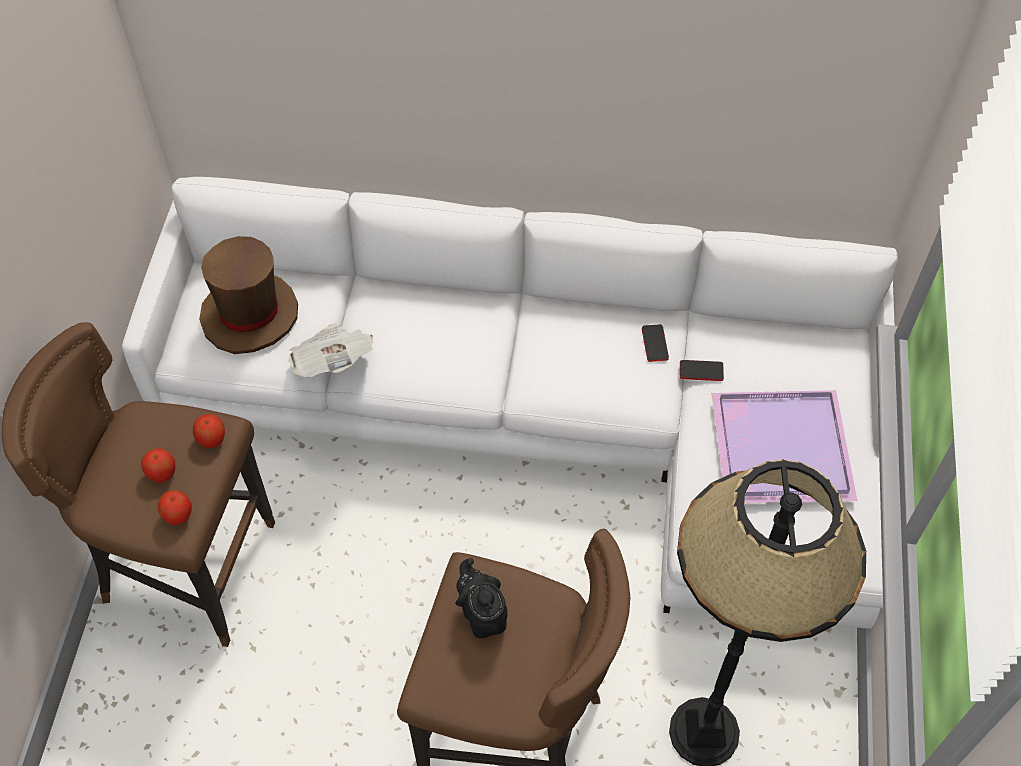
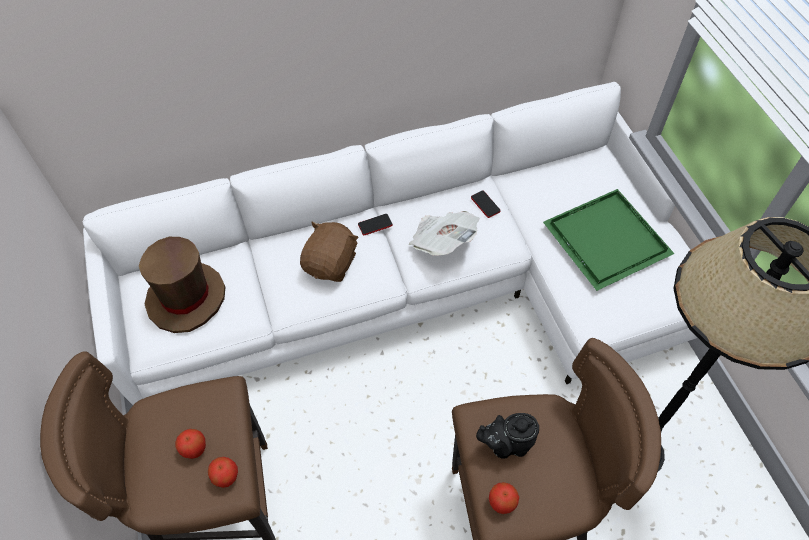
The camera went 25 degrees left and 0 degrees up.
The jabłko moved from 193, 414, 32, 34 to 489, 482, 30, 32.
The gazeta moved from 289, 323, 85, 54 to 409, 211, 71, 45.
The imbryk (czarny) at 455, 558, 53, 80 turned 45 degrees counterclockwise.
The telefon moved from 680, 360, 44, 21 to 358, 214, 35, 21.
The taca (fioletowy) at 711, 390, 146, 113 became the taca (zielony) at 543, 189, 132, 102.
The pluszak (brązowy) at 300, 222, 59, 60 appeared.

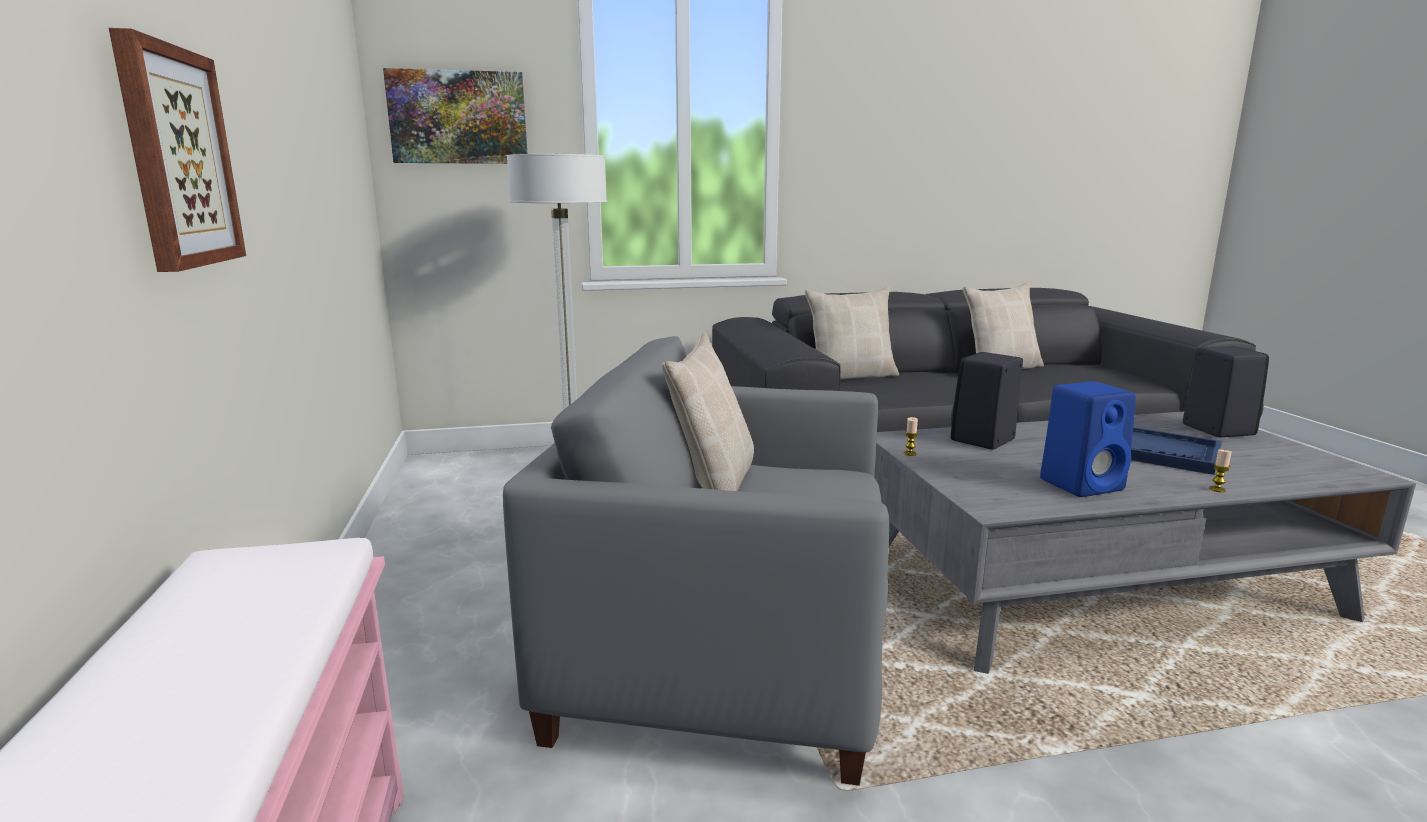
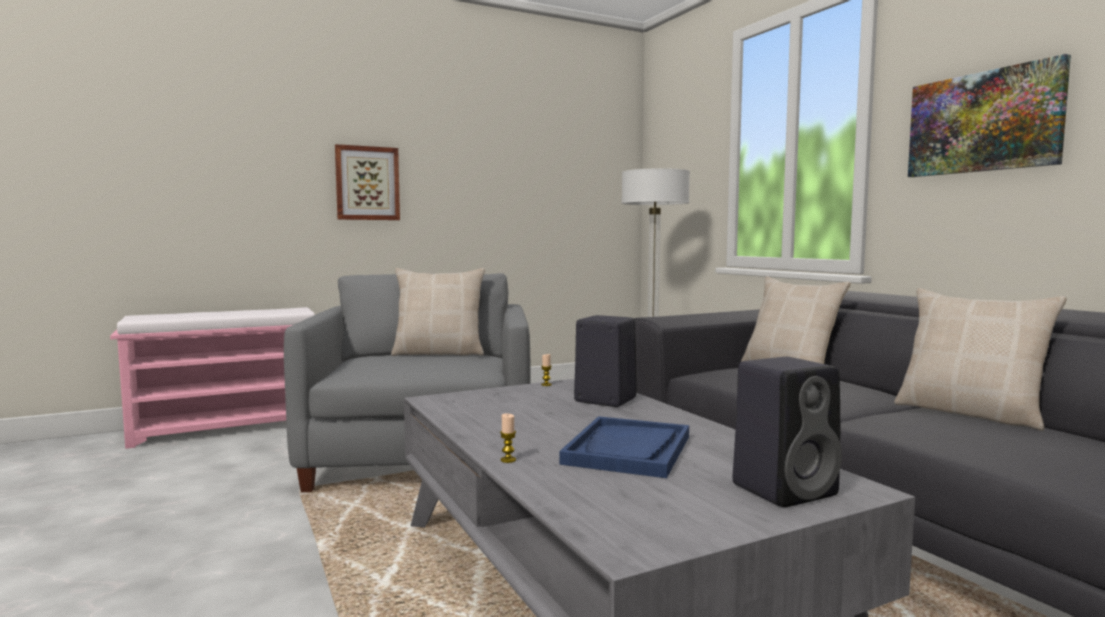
The camera went 75 degrees right and 10 degrees down.
The obraz moved from 383, 68, 144, 96 to 908, 54, 163, 123.
The głośnik (niebieski) at 1040, 381, 96, 116 disappeared.

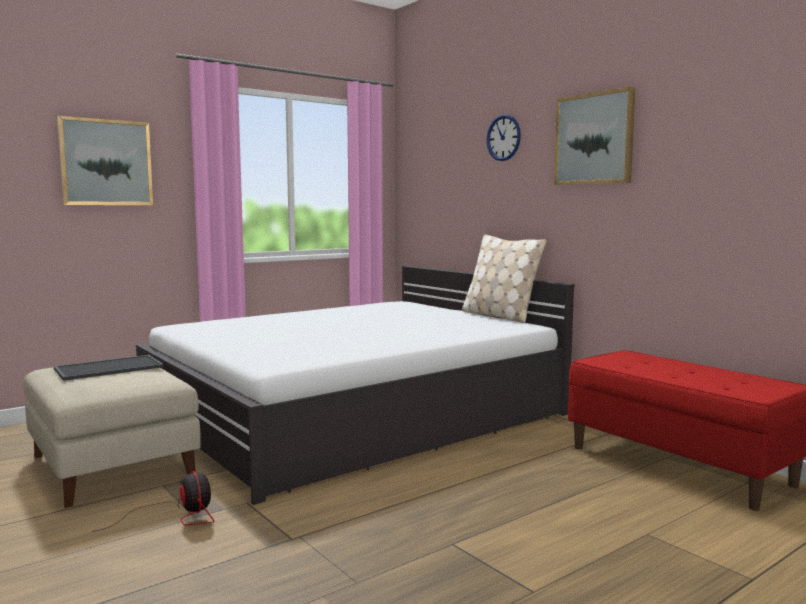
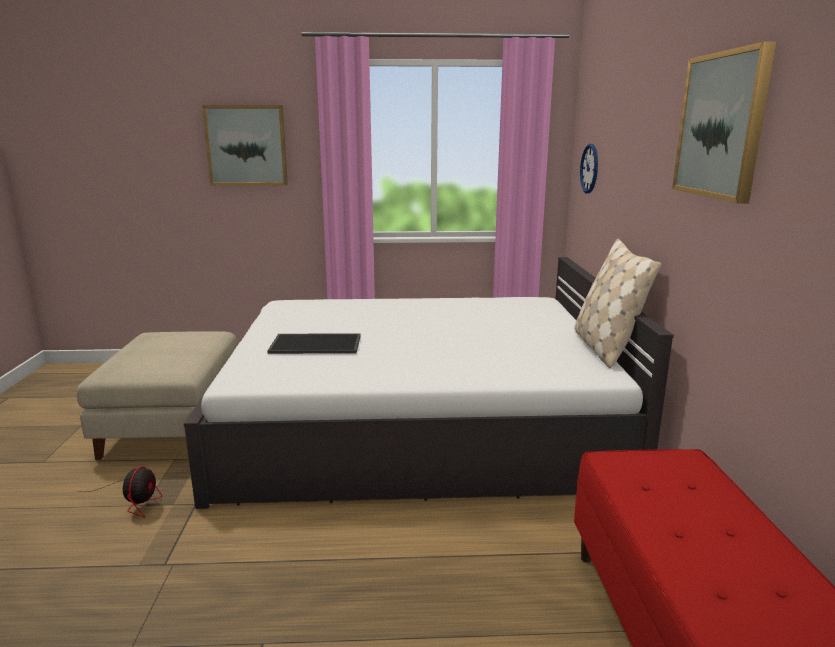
The camera went 35 degrees right and 10 degrees up.
The taca moved from 54, 355, 110, 26 to 267, 334, 94, 20.
The zegar ścienny moved from 487, 114, 34, 47 to 580, 144, 18, 50.

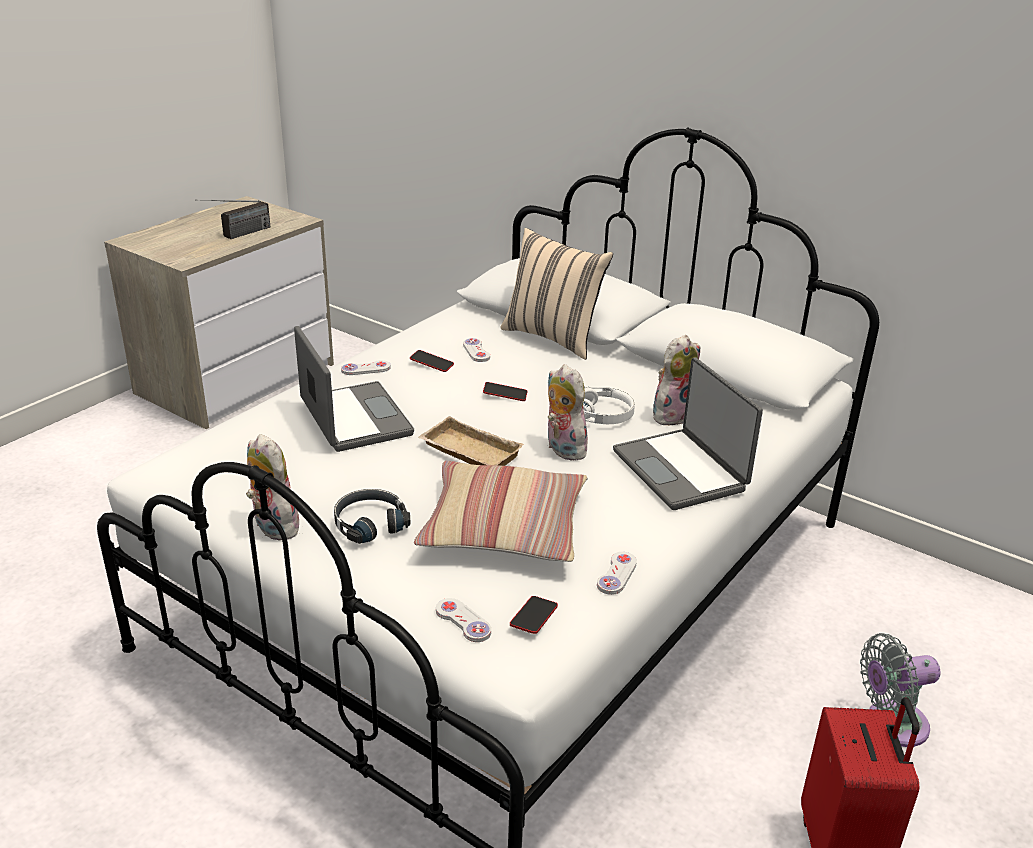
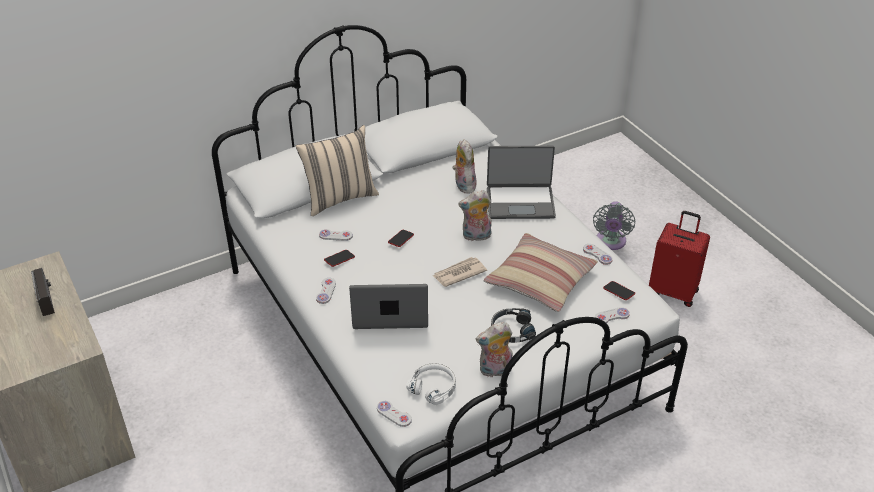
The camera went 65 degrees left and 10 degrees up.
The taca (beżowy) at 418, 416, 106, 50 was replaced by the gazeta at 433, 257, 54, 30.
The słuchawki (biały) moved from 583, 387, 52, 37 to 406, 363, 50, 42.
The pad do gier (biały) at 377, 401, 35, 26 appeared.

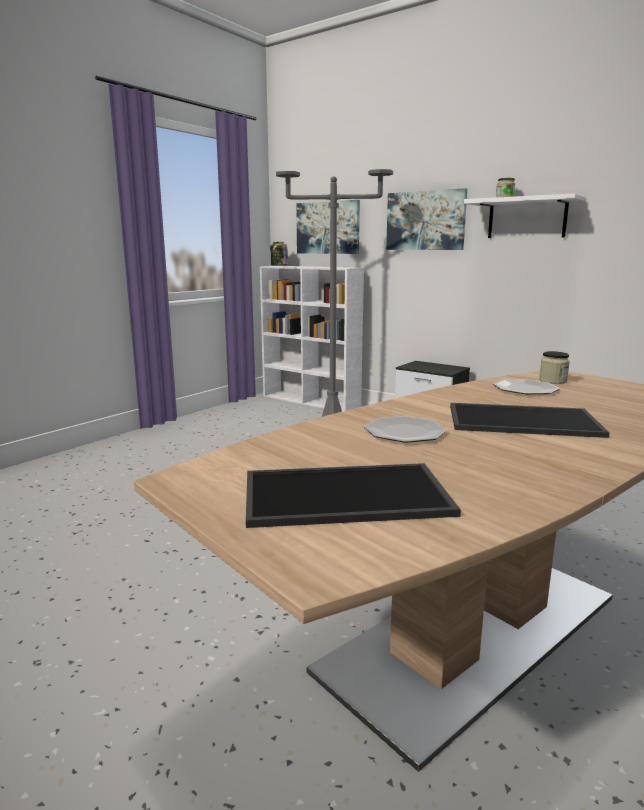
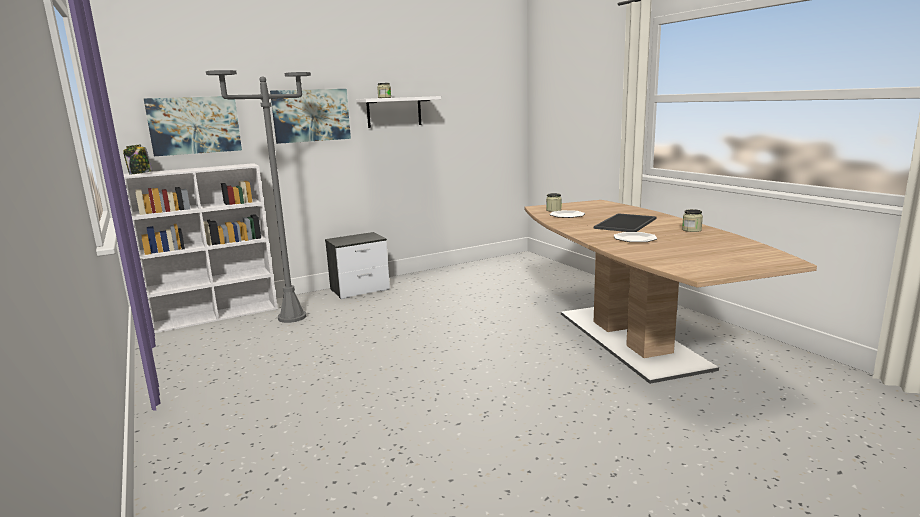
The camera went 65 degrees left and 0 degrees up.
The taca at 246, 463, 215, 65 disappeared.
The słoik at 682, 209, 21, 23 appeared.

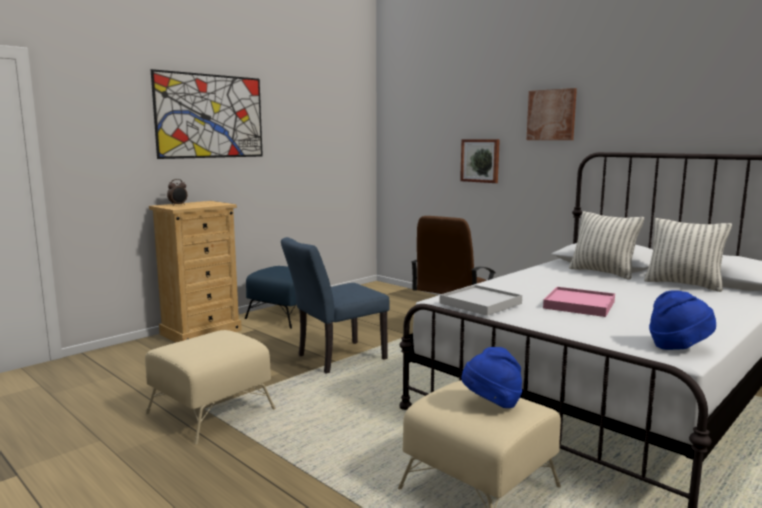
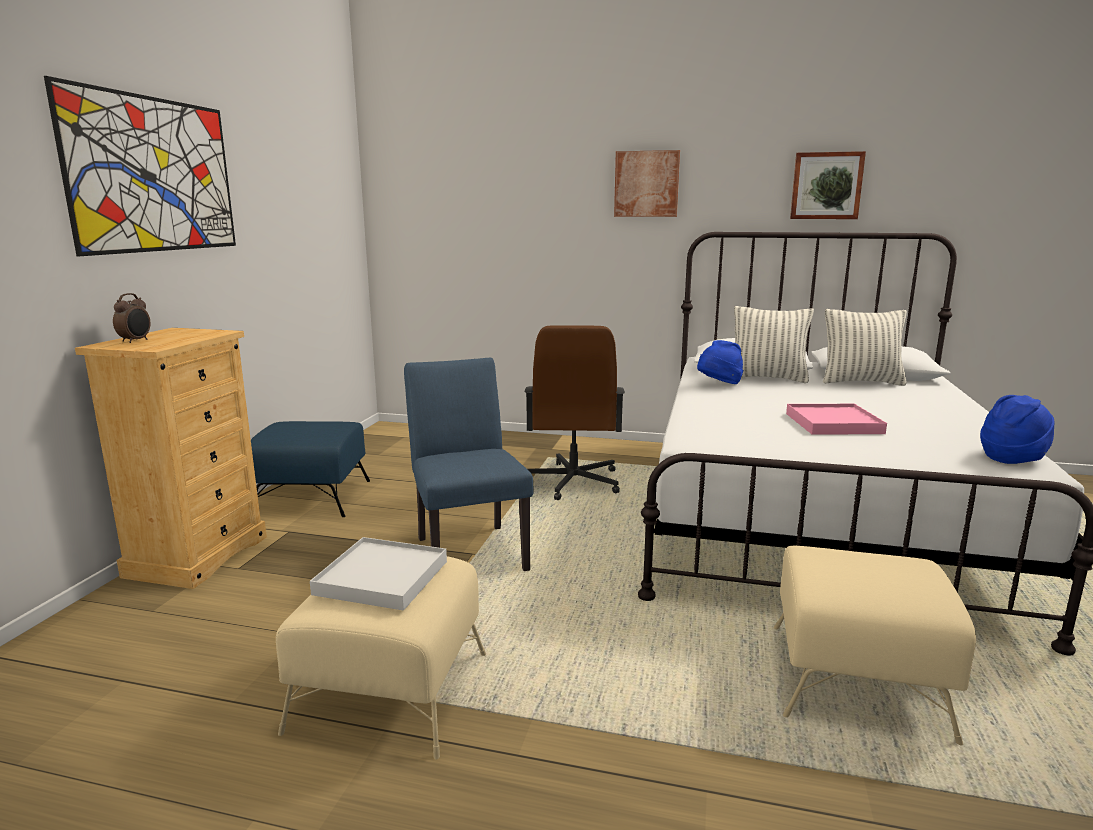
The camera went 30 degrees left and 5 degrees up.
The krzesło (niebieski) at 281, 237, 109, 137 turned 135 degrees clockwise.
The taca (biały) moved from 440, 285, 82, 31 to 310, 537, 137, 74.
The obraz moved from 460, 139, 40, 44 to 790, 151, 76, 68.
The kapelusz (niebieski) moved from 462, 347, 60, 61 to 697, 340, 46, 44.

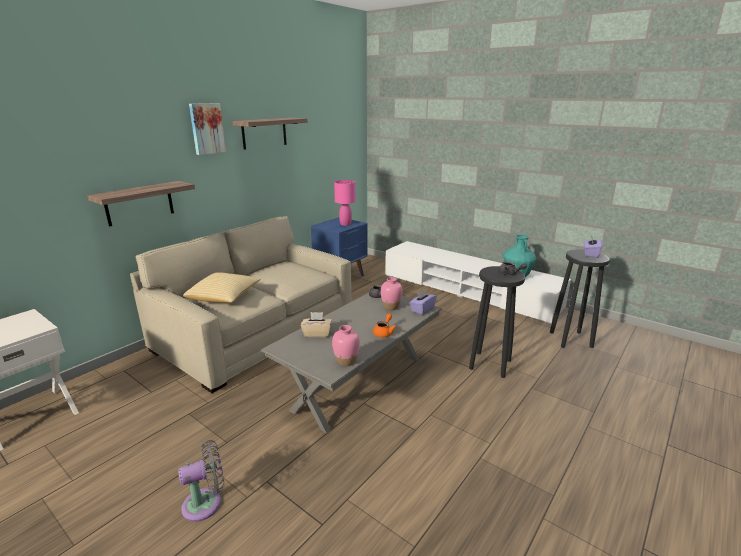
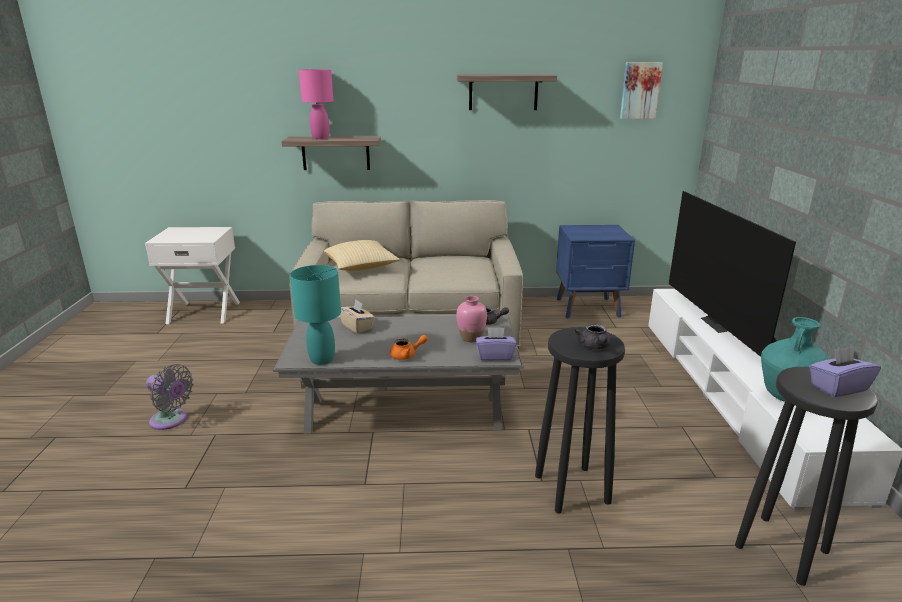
The camera went 50 degrees right and 0 degrees up.
The obraz moved from 189, 103, 37, 52 to 620, 62, 43, 57.
The wazon (różowy) at 332, 325, 28, 41 was replaced by the lampa stołowa (turkusowy) at 290, 265, 51, 100.
The lampa stołowa (różowy) moved from 334, 180, 22, 46 to 299, 69, 34, 70.
The telewizor at 669, 191, 127, 166 appeared.

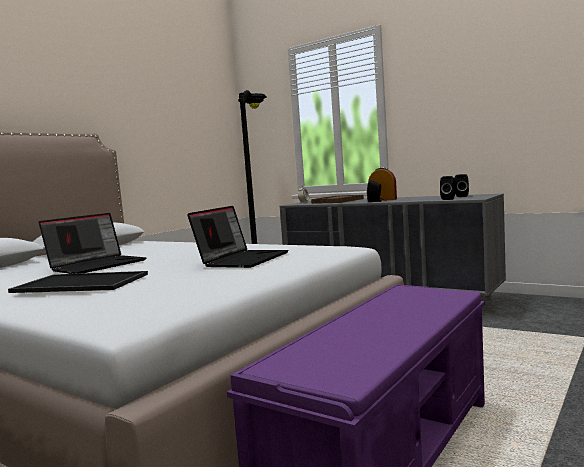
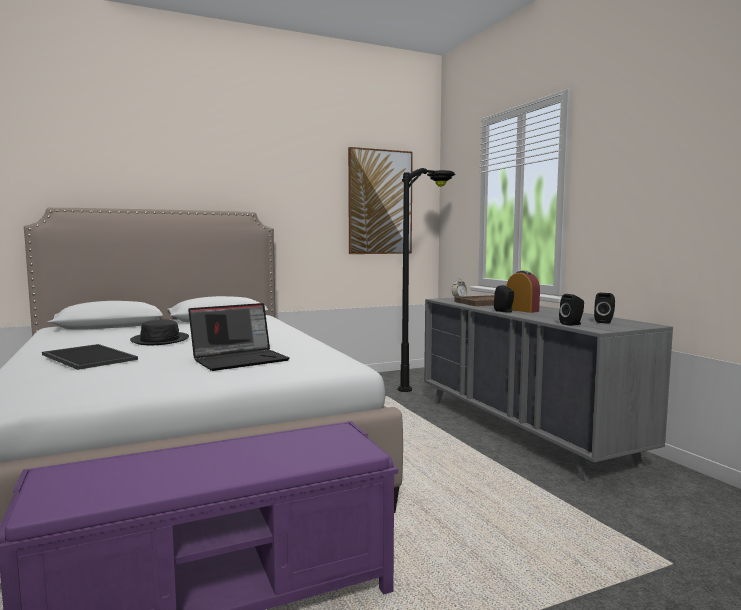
The camera went 30 degrees right and 0 degrees up.
The laptop at 39, 213, 107, 61 was replaced by the kapelusz (czarny) at 130, 319, 59, 26.
The obraz at 348, 147, 65, 107 appeared.

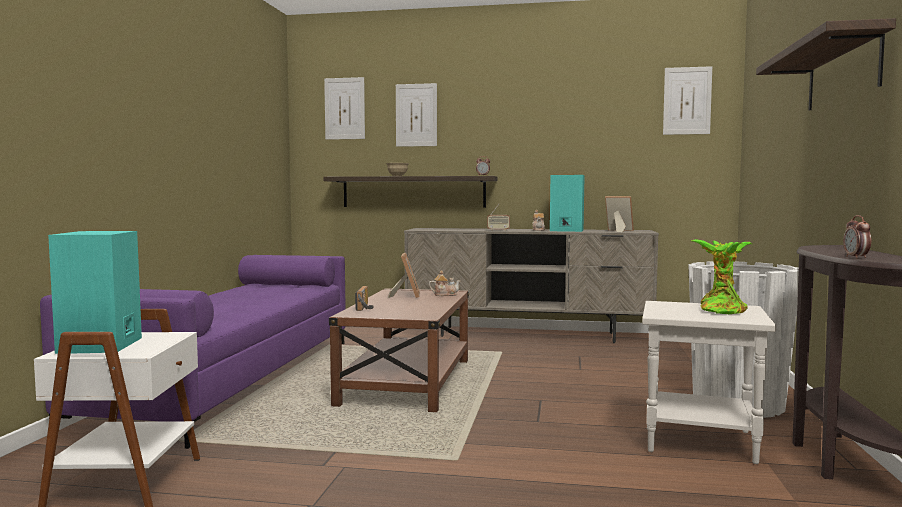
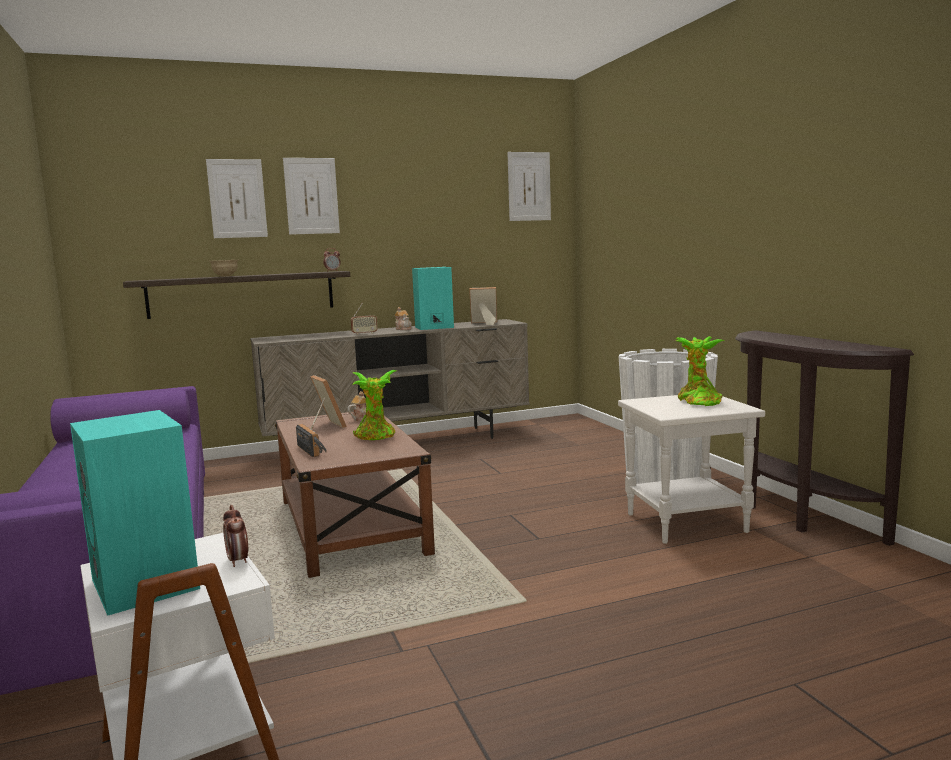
The camera went 30 degrees left and 5 degrees up.
The obraz moved from 324, 77, 41, 63 to 283, 158, 57, 77.
The półka at 756, 18, 140, 93 disappeared.
The budzik moved from 843, 215, 28, 44 to 223, 505, 25, 62.
The roślina doniczkowa at 353, 370, 44, 70 appeared.

